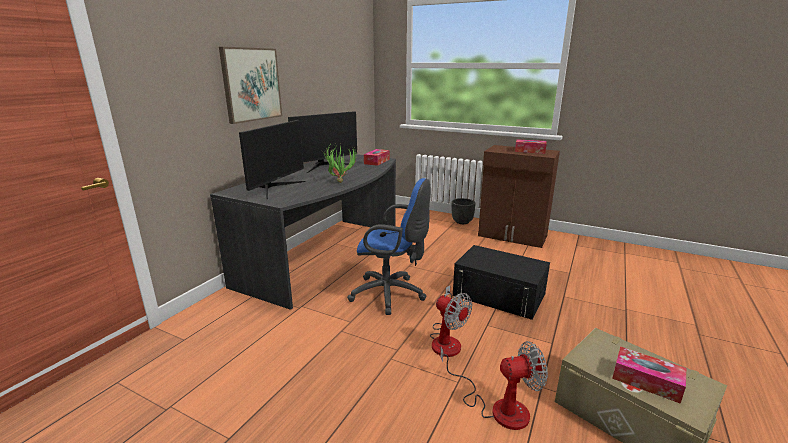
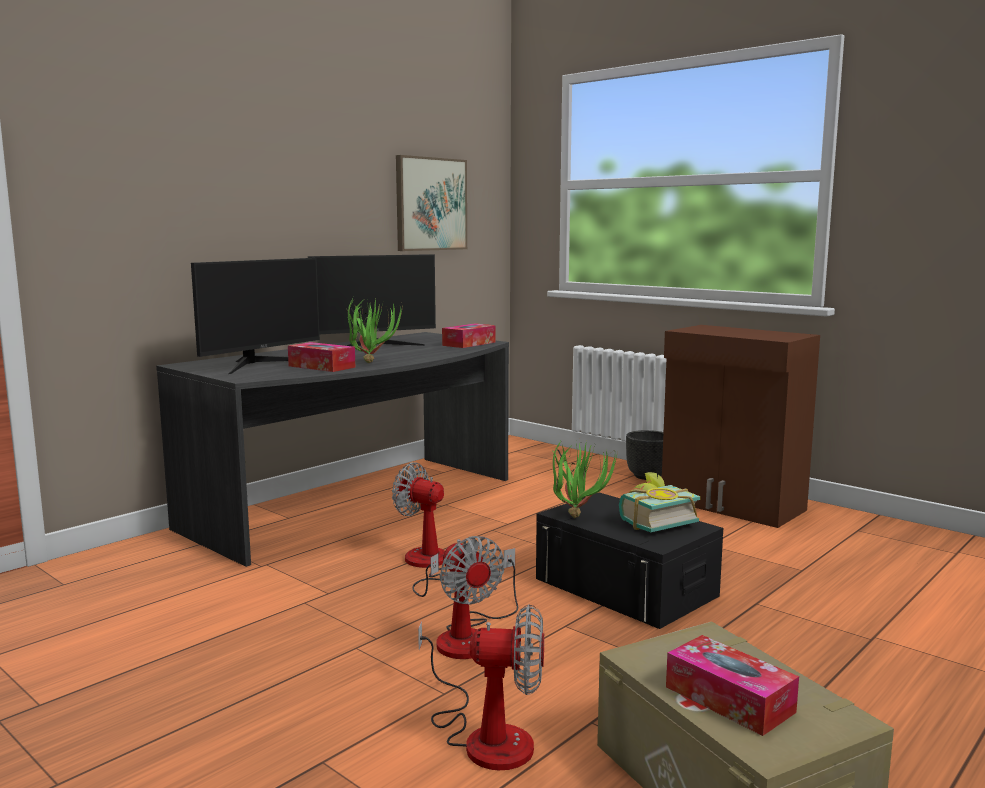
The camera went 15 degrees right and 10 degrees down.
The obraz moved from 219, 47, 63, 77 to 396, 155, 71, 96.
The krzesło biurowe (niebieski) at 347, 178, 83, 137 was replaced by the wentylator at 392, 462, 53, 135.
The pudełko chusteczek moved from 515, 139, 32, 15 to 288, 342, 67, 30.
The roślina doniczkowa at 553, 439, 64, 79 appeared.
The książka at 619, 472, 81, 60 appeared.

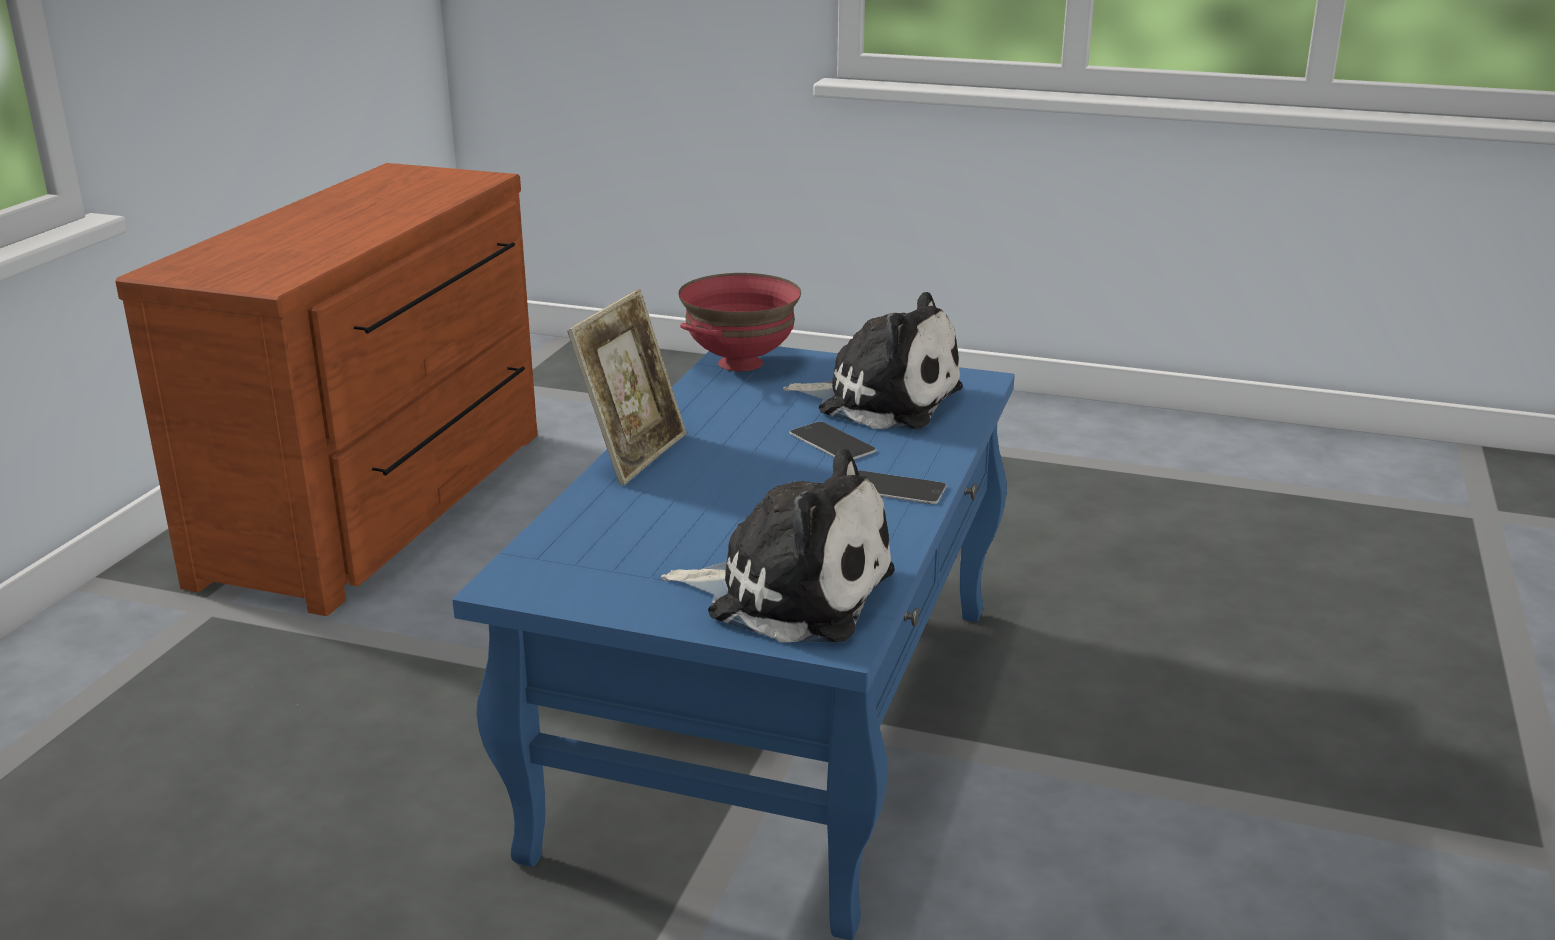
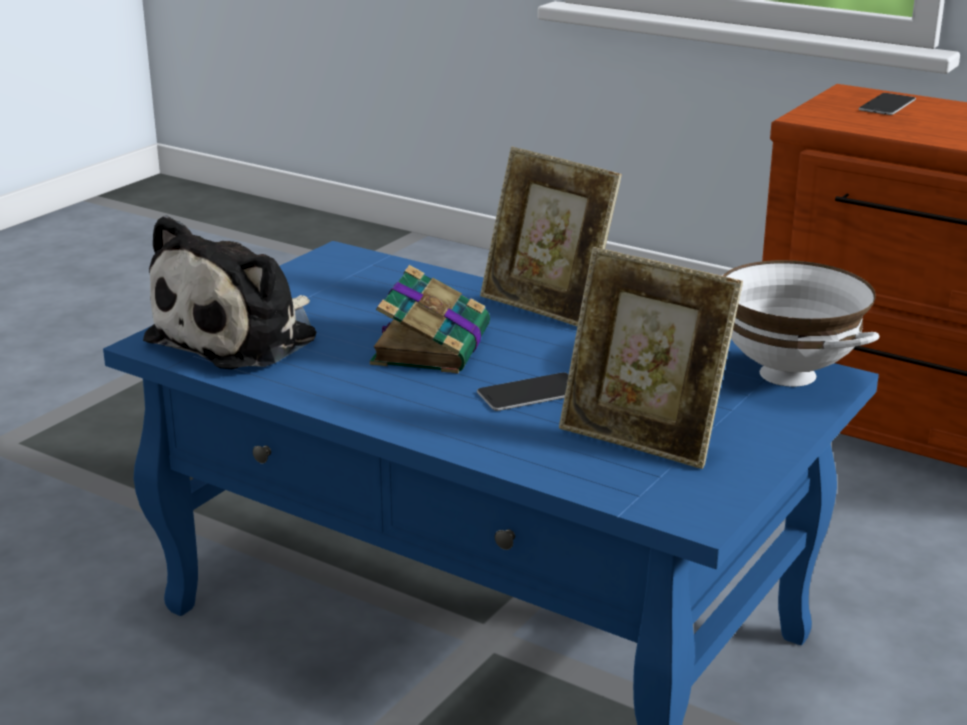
The camera went 105 degrees right and 0 degrees up.
The miska (czerwony) at 678, 273, 123, 99 became the miska (biały) at 721, 260, 158, 127.
The pluszak at 783, 292, 180, 137 was replaced by the ramka na zdjęcie at 559, 247, 184, 222.
The telefon moved from 858, 470, 89, 34 to 859, 93, 57, 22.
The książka at 370, 265, 120, 108 appeared.

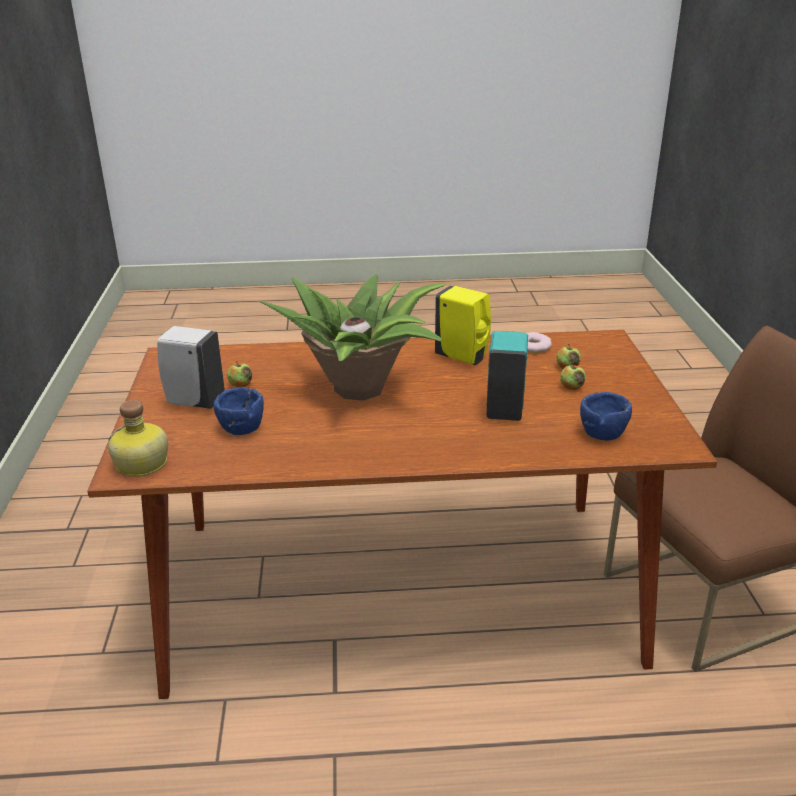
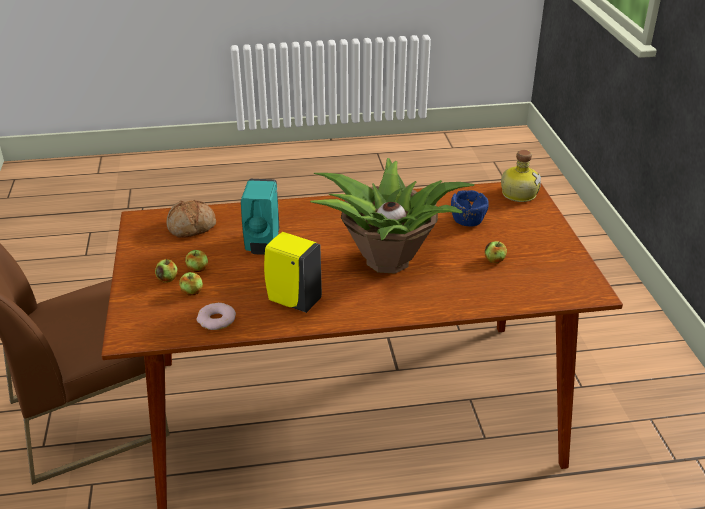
The camera went 175 degrees right and 5 degrees up.
The dozownik mydła (biały) at 157, 326, 68, 83 disappeared.
The miska (niebieski) at 580, 392, 52, 49 was replaced by the chleb at 167, 200, 49, 38.
The jabłko at 155, 258, 23, 25 appeared.

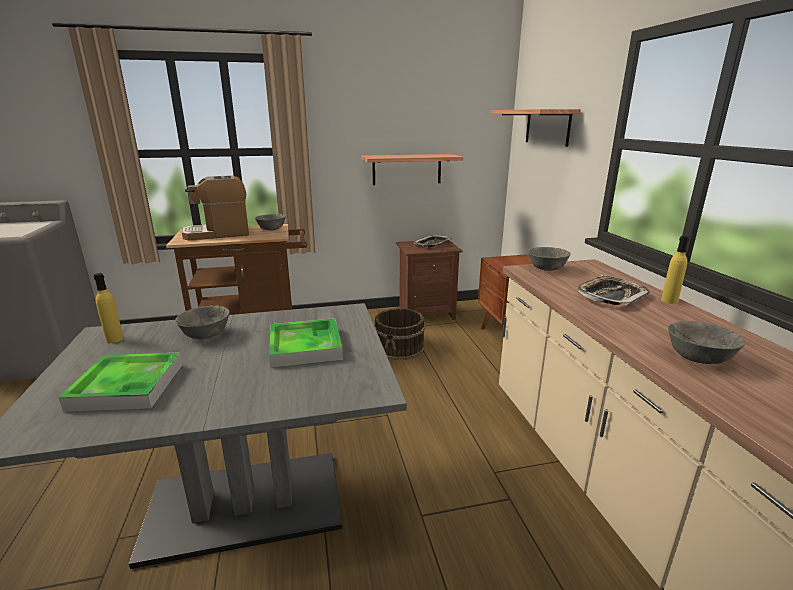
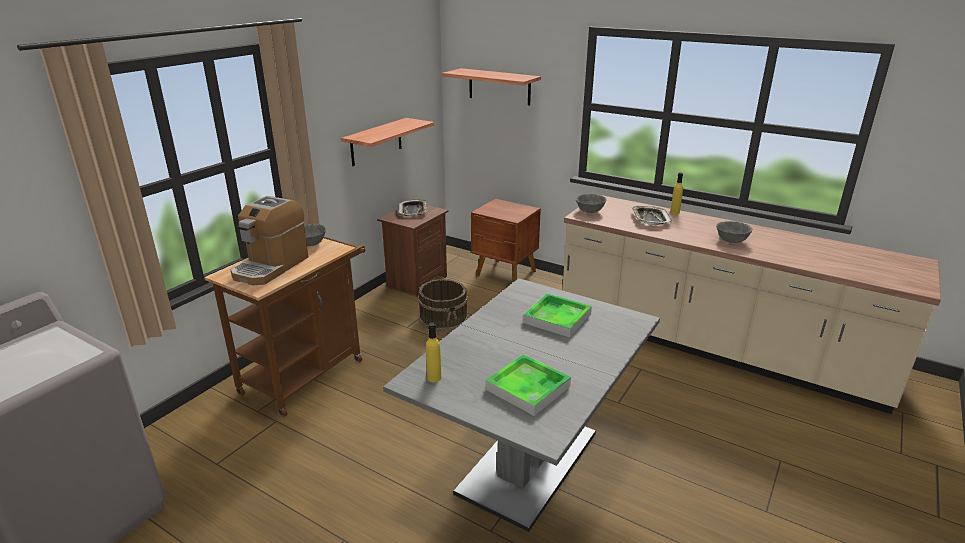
The camera went 45 degrees left and 5 degrees up.
The miska (szary) at 175, 306, 55, 33 disappeared.

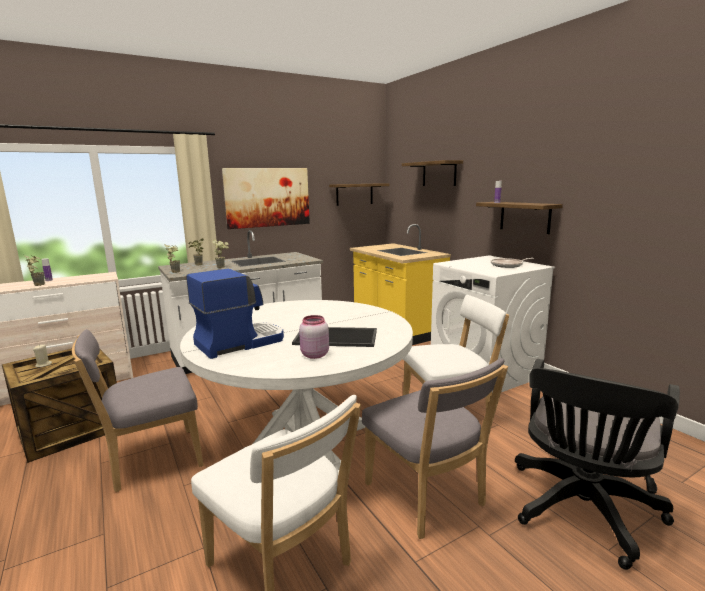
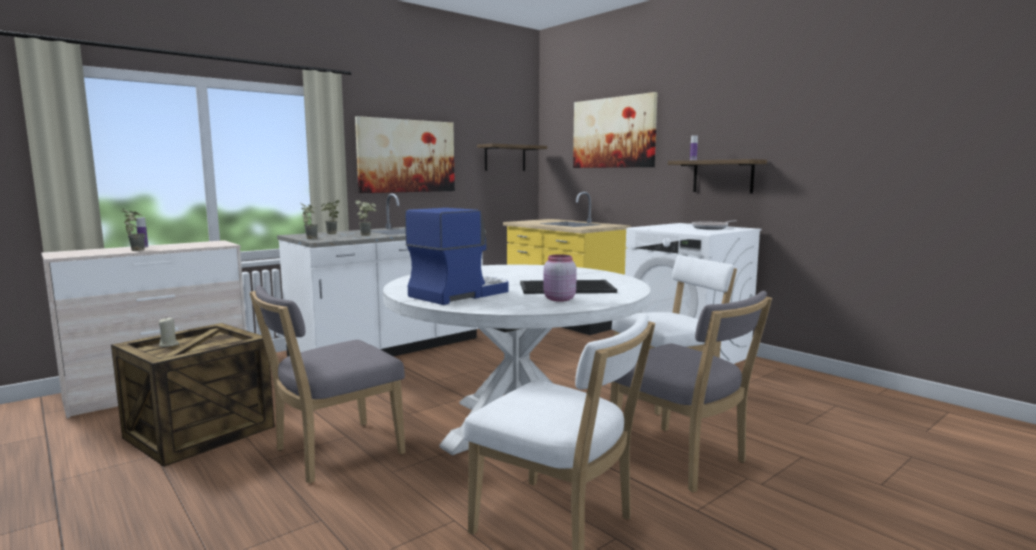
The camera went 10 degrees left and 5 degrees down.
The półka at 402, 160, 61, 26 was replaced by the obraz at 573, 92, 85, 76.
The krzesło biurowe (czarny) at 515, 359, 165, 211 disappeared.

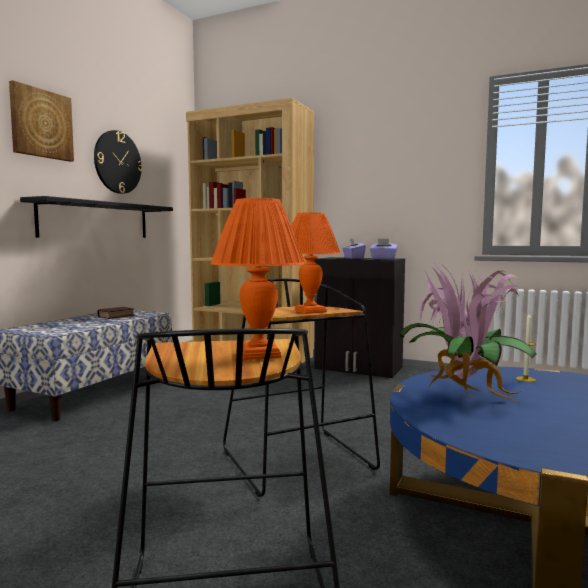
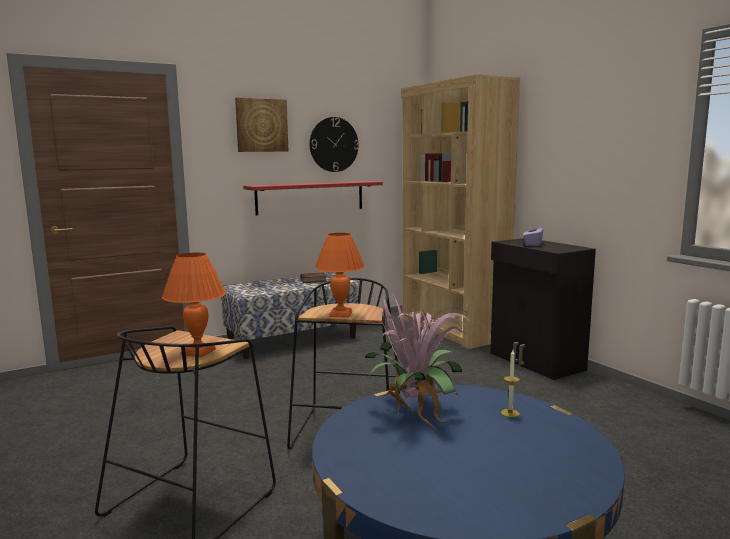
The camera went 35 degrees right and 5 degrees up.
The półka (czarny) at 20, 196, 153, 42 became the półka (czerwony) at 243, 181, 140, 34.
The pudełko chusteczek (fioletowy) at 370, 239, 28, 20 disappeared.

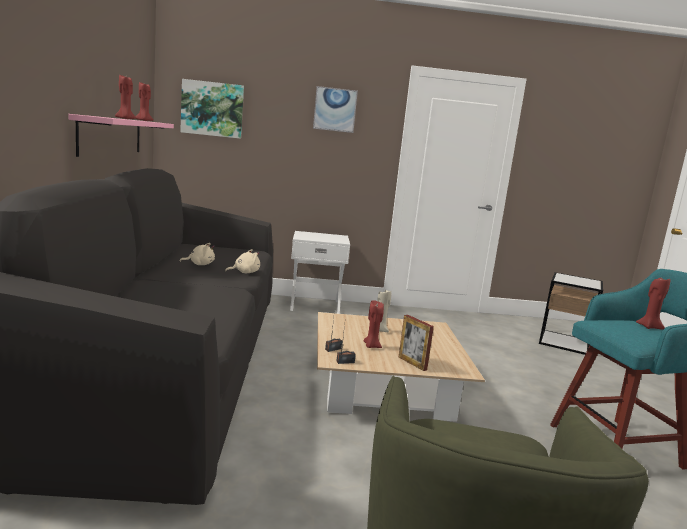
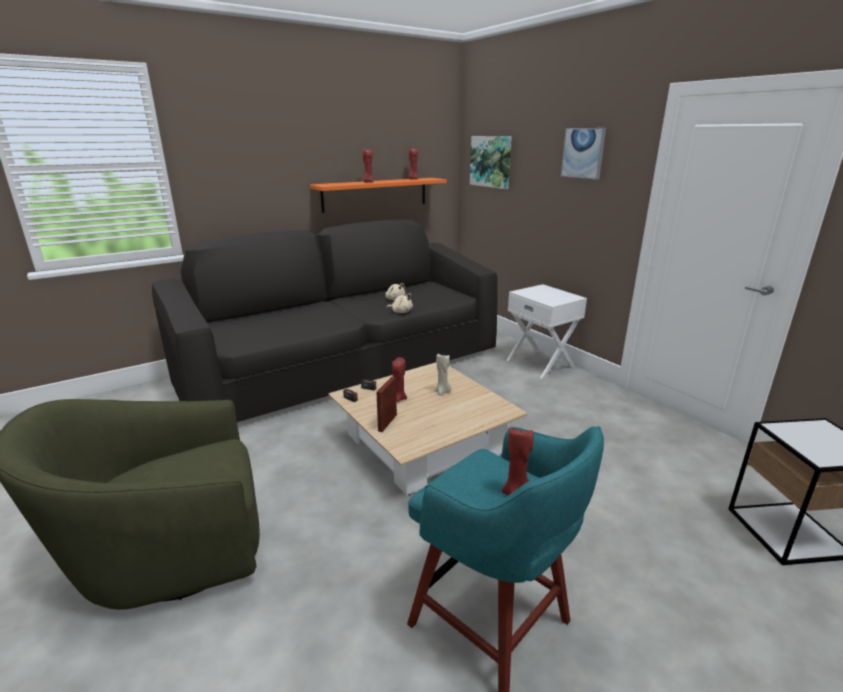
The camera went 60 degrees right and 10 degrees up.
The półka (różowy) at 68, 114, 106, 43 became the półka (pomarańczowy) at 310, 178, 137, 35.

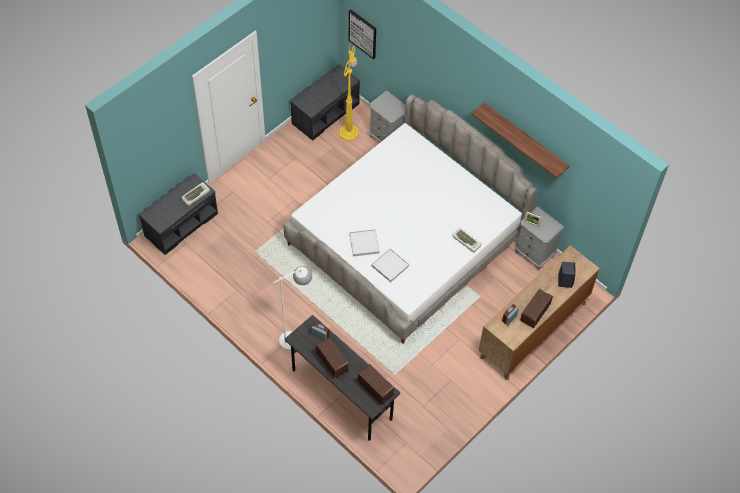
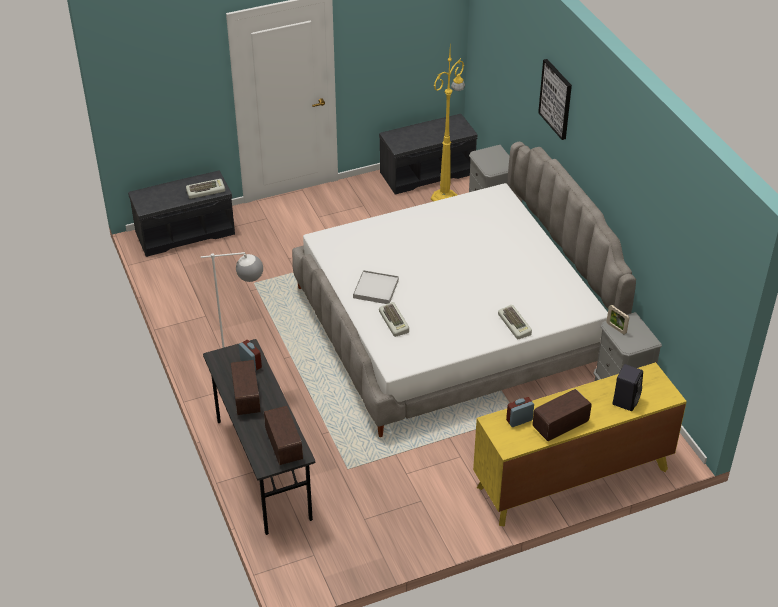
The camera went 25 degrees right and 15 degrees down.
The obraz moved from 349, 10, 27, 49 to 538, 59, 34, 81.
The taca (biały) at 371, 249, 38, 33 was replaced by the klawiatura at 379, 302, 30, 35.
The półka at 472, 103, 97, 75 disappeared.
The komoda (brązowy) at 479, 246, 121, 134 became the komoda (żółty) at 473, 362, 214, 164.

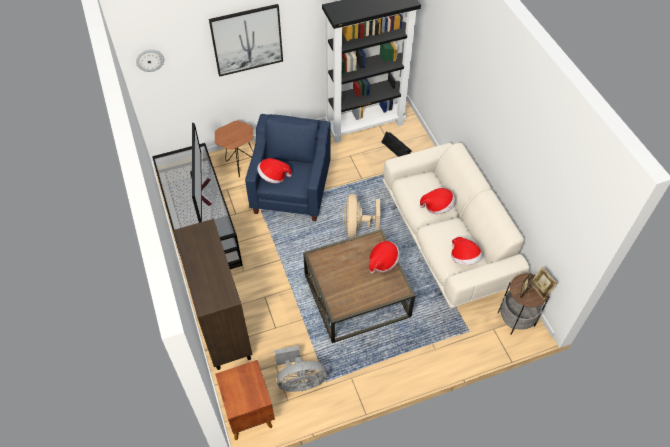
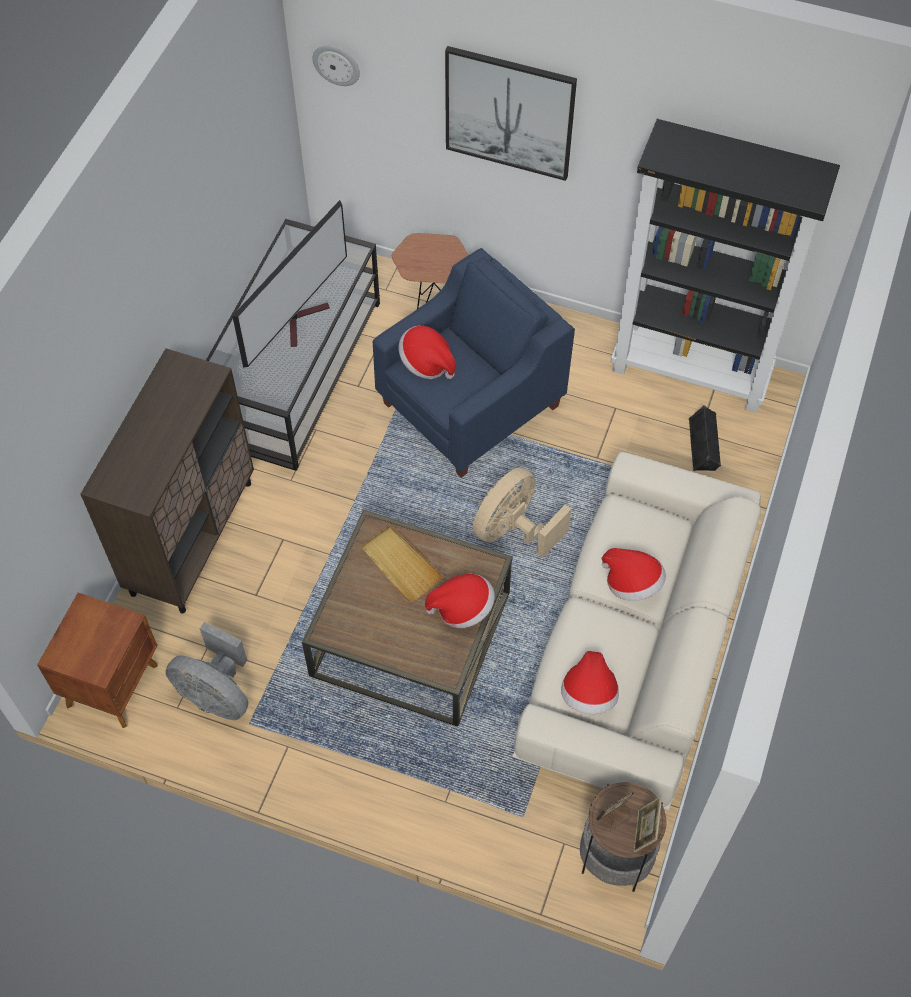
The camera went 40 degrees right and 5 degrees up.
The taca (beżowy) at 360, 525, 83, 78 appeared.

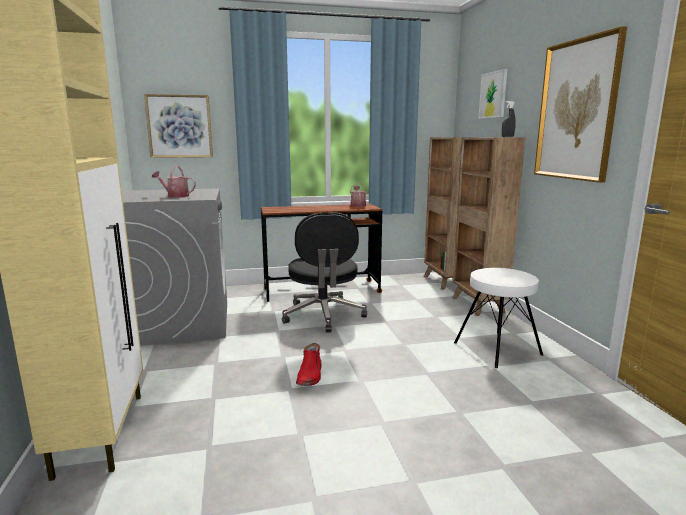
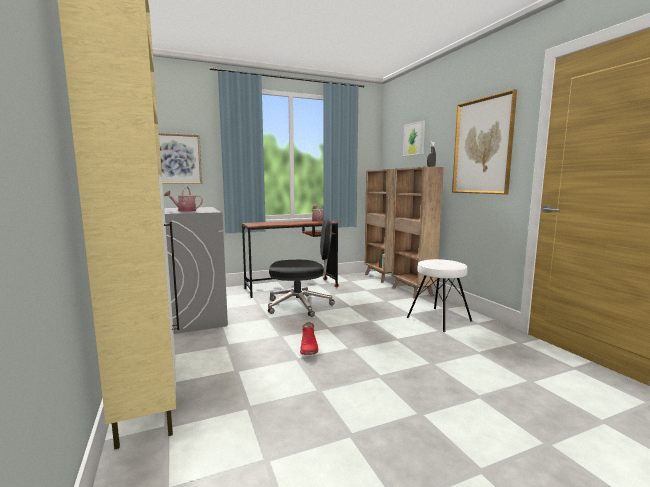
The camera went 10 degrees left and 5 degrees down.
The krzesło biurowe (czarny) at 282, 212, 85, 120 turned 75 degrees counterclockwise.

